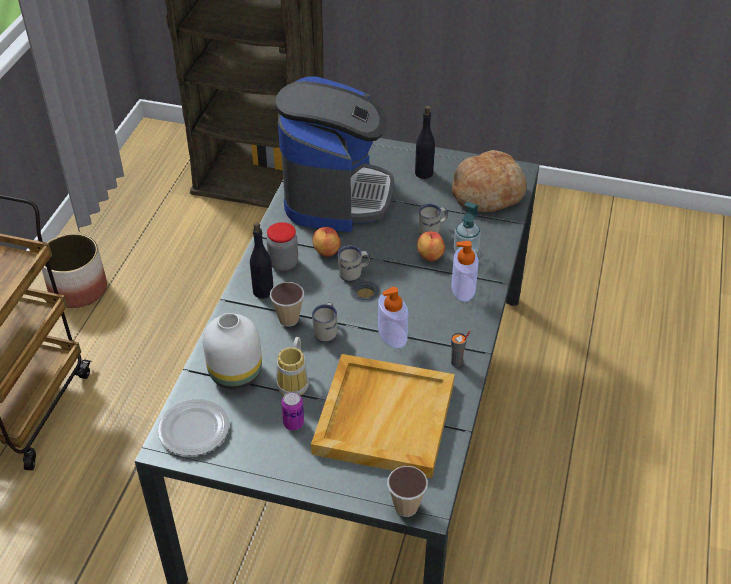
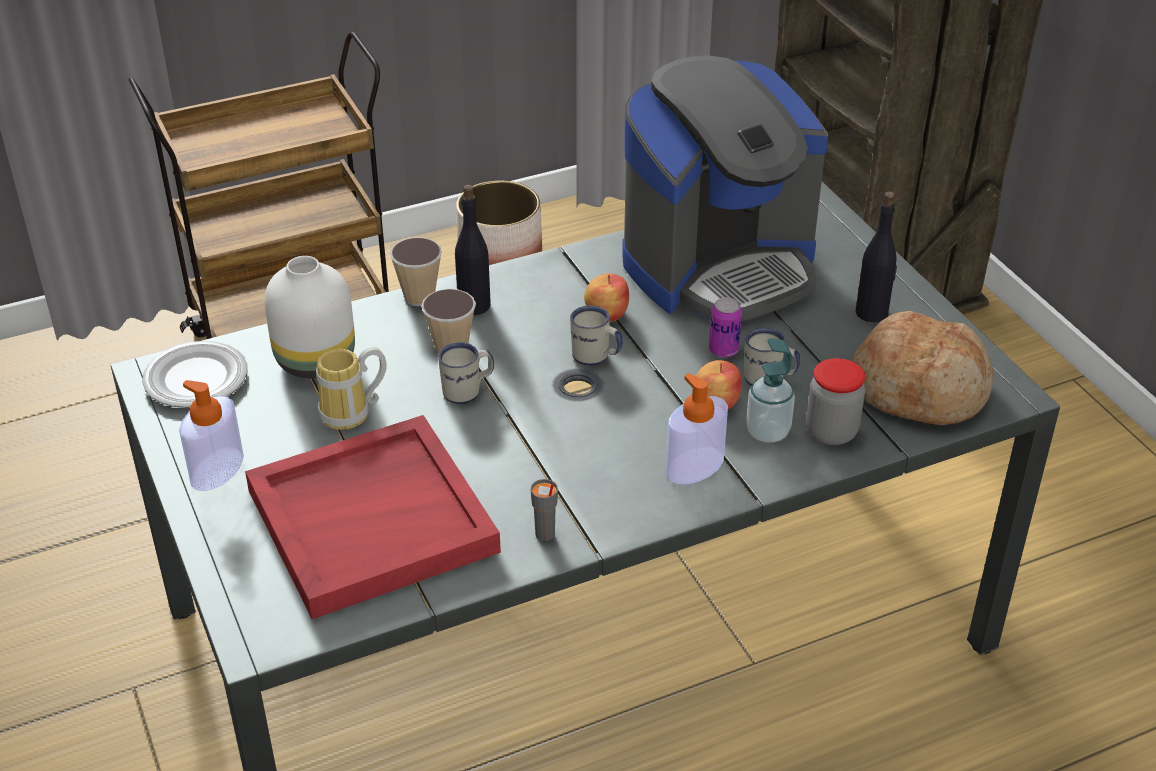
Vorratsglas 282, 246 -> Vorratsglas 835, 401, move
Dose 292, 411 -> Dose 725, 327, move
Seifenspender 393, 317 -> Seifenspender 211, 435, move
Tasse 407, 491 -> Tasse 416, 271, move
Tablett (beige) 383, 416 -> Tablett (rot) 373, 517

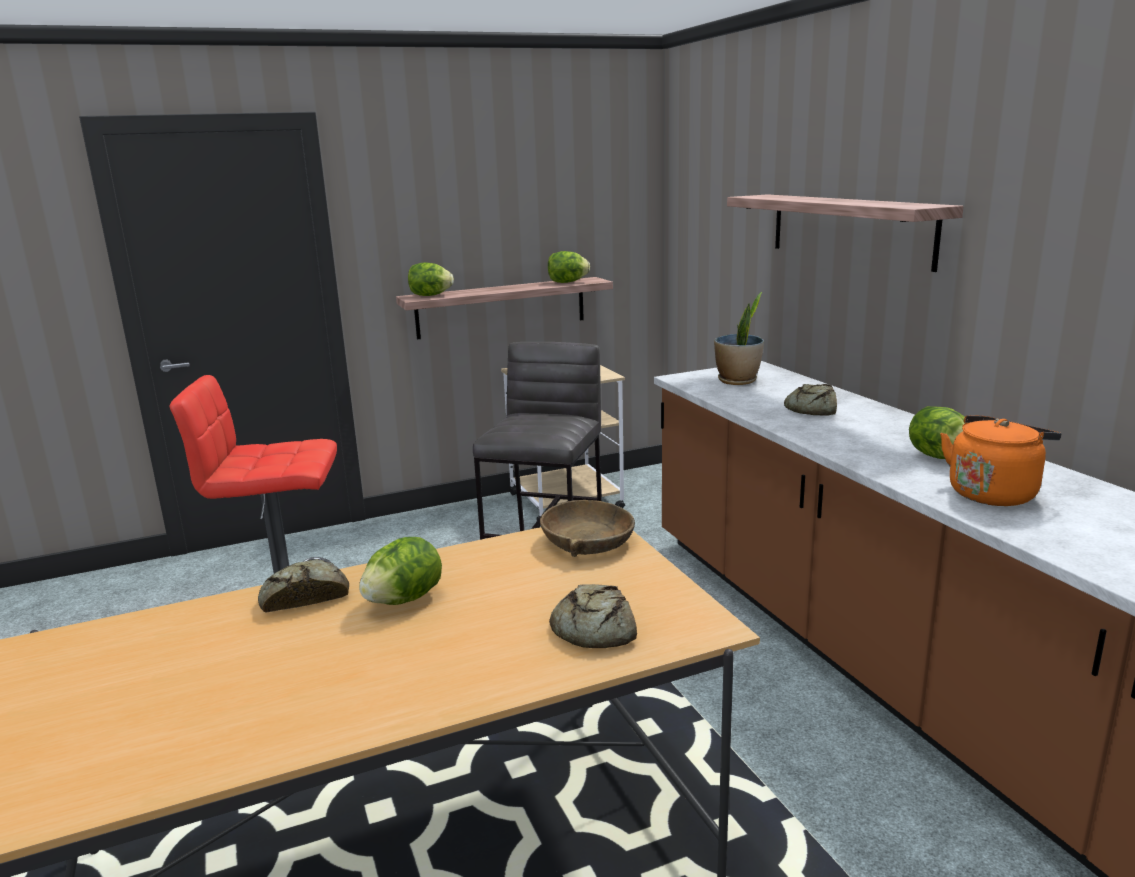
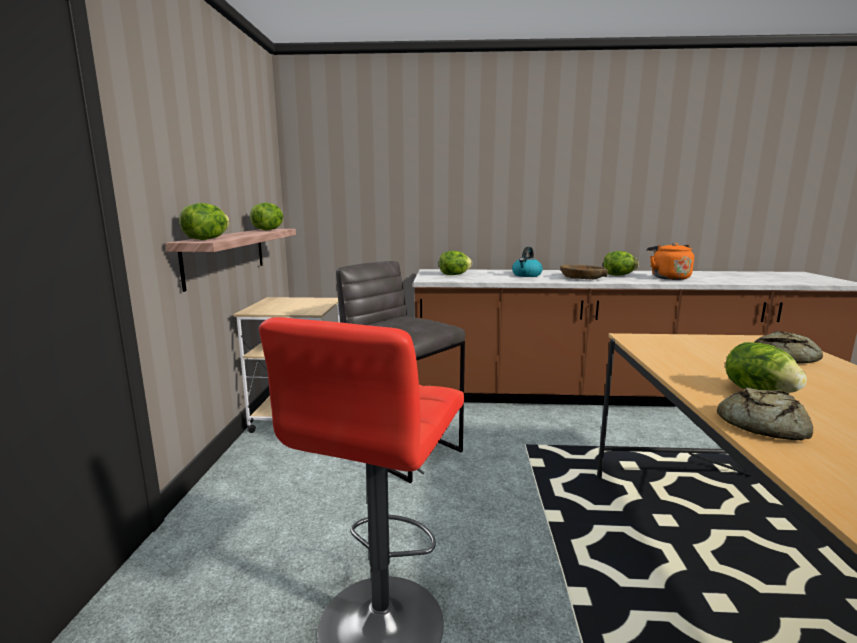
Wandregal 845, 233 -> none
Schüssel (braun) 587, 528 -> Schüssel (braun) 584, 272, move
Topfpflanze 739, 338 -> Salatkopf 455, 263
Brot 810, 400 -> Wasserkessel 527, 262

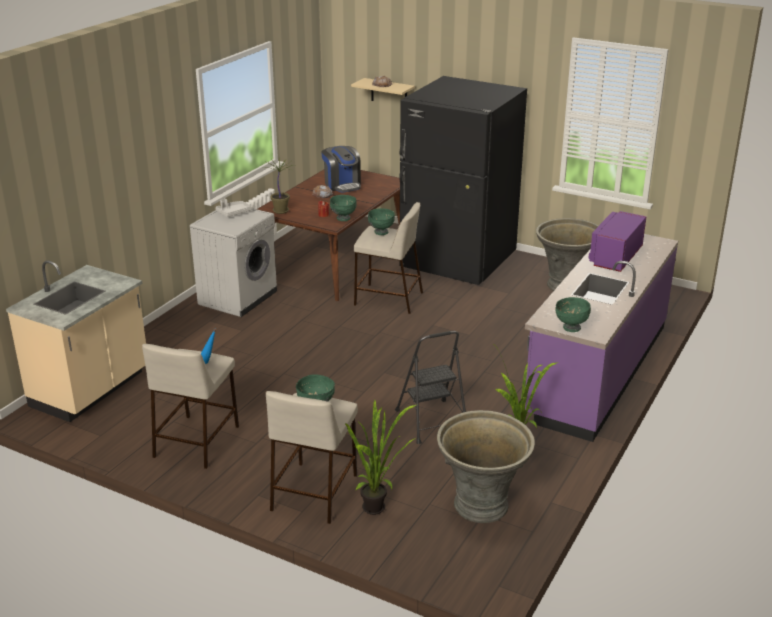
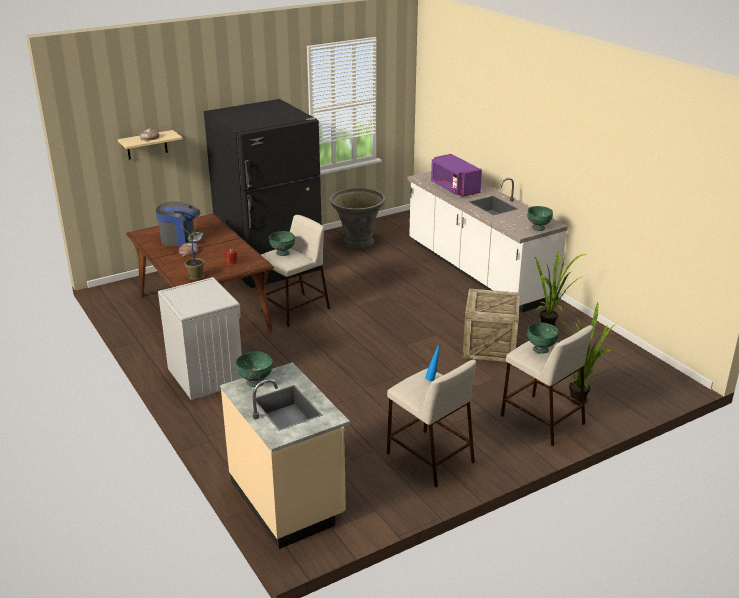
Tablett (grau) 233, 208 -> none
Pflanzkübel (grau) 486, 466 -> none
Schüssel (grün) 343, 208 -> Schüssel (grün) 254, 369, move
Trittleiter (schwarz) 430, 387 -> Kiste 491, 325
Küchenzeile (lila) 601, 338 -> Küchenzeile (weiß) 488, 242

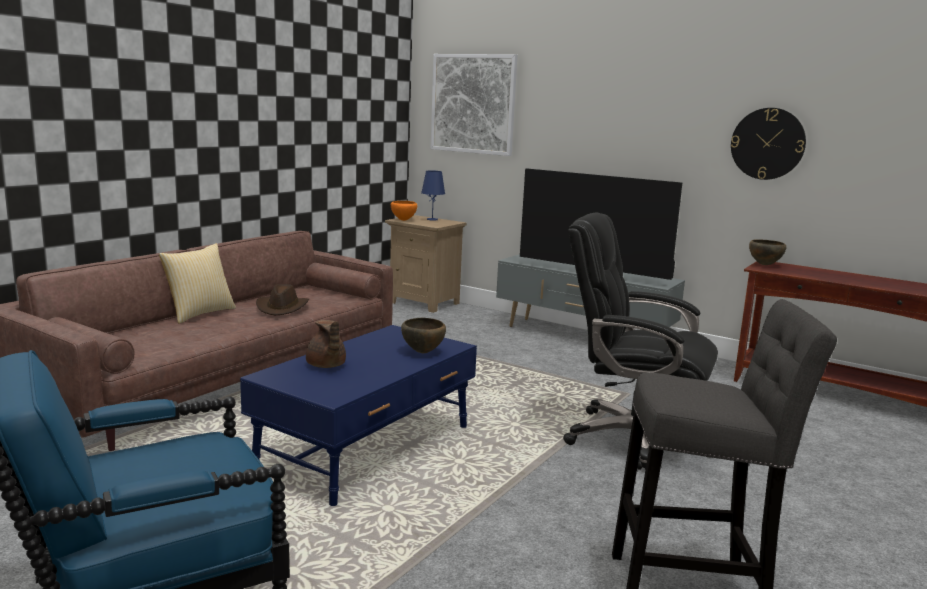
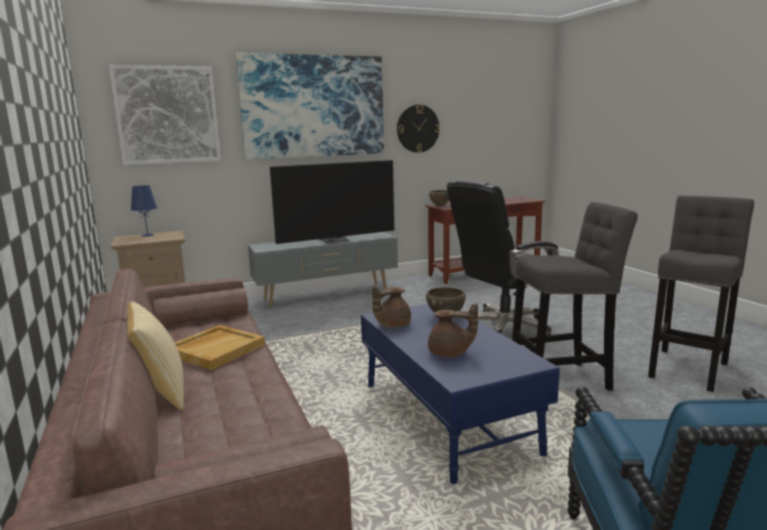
Schüssel (orange) 404, 211 -> none
none -> Bild 310, 106
none -> Teekanne (braun) 391, 307
none -> Hocker (grau) 575, 296
Hut (braun) 282, 299 -> Tablett (beige) 219, 347

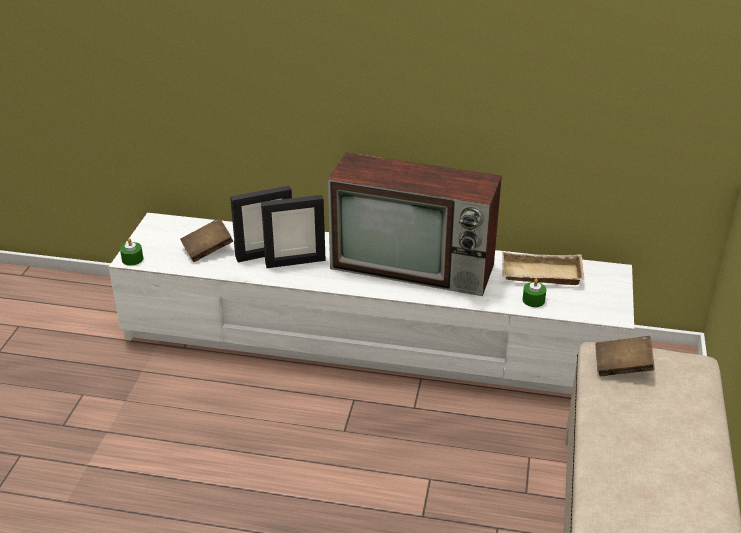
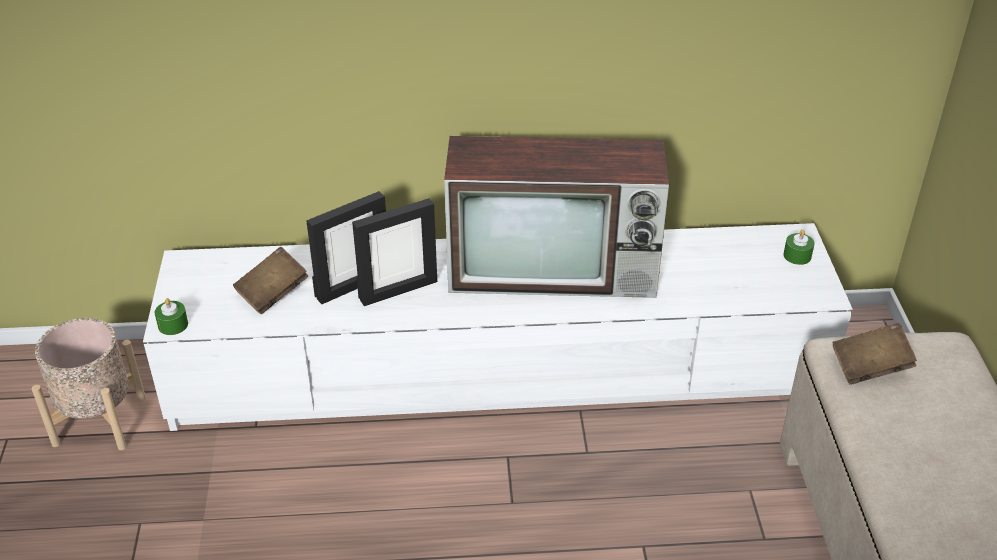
Tablett (beige) 543, 268 -> none
none -> Pflanzkübel (beige) 89, 384
Kerze (grün) 534, 293 -> Kerze (grün) 799, 247, move

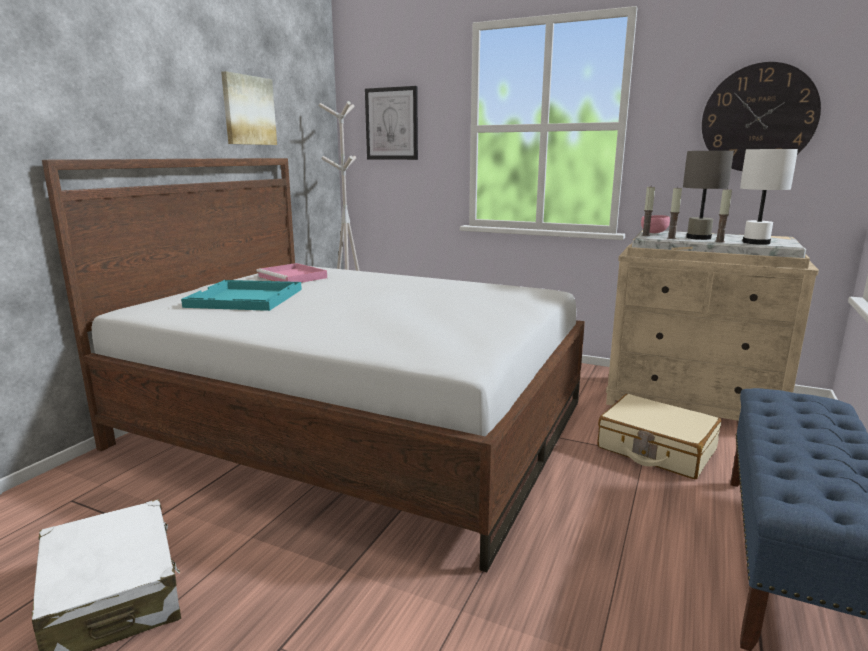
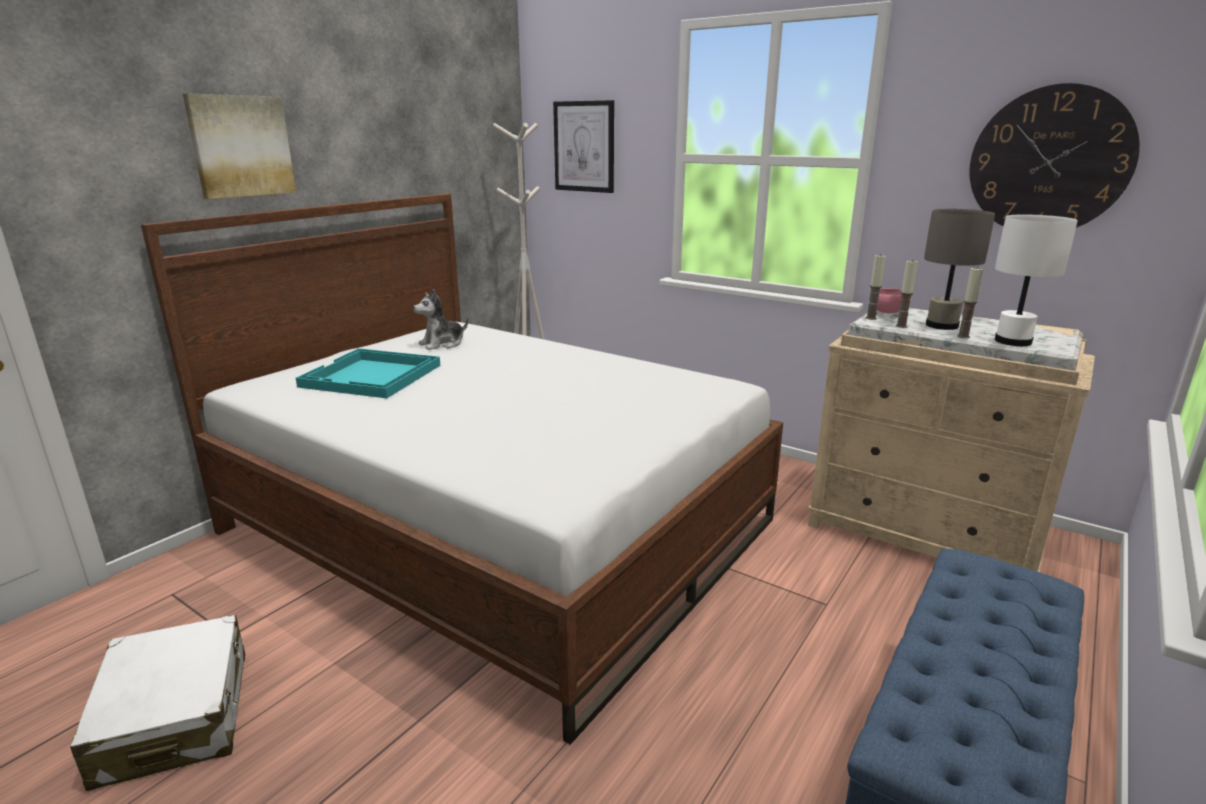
Koffer (beige) 659, 436 -> none
Bild 249, 108 -> Bild 239, 146, move
Tablett (rosa) 291, 273 -> Plüschtier 441, 319

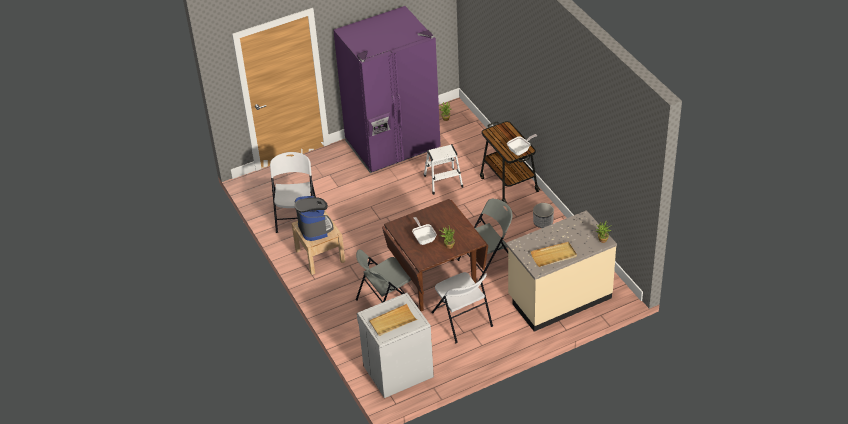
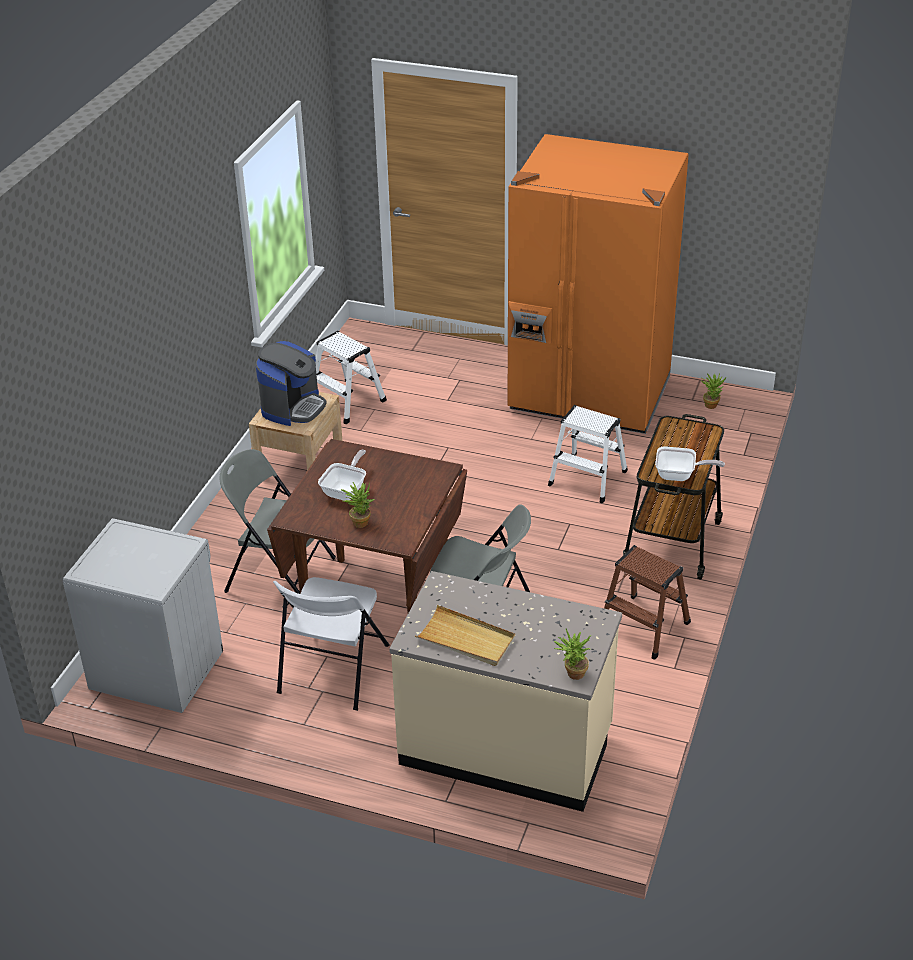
Tablett (beige) 393, 320 -> none
Stuhl (weiß) 293, 192 -> Trittleiter (weiß) 351, 377
Pflanzkübel 543, 215 -> Trittleiter (braun) 647, 602
Kühlschrank (lila) 387, 89 -> Kühlschrank (orange) 598, 284

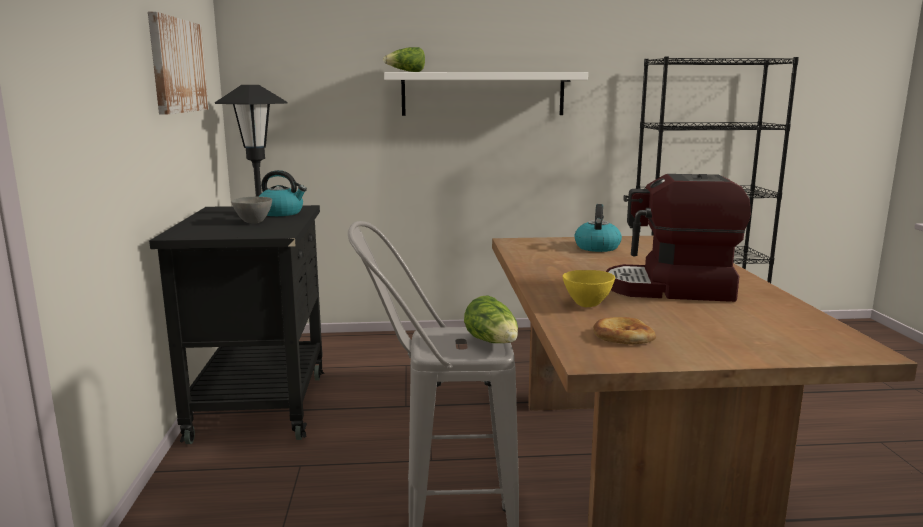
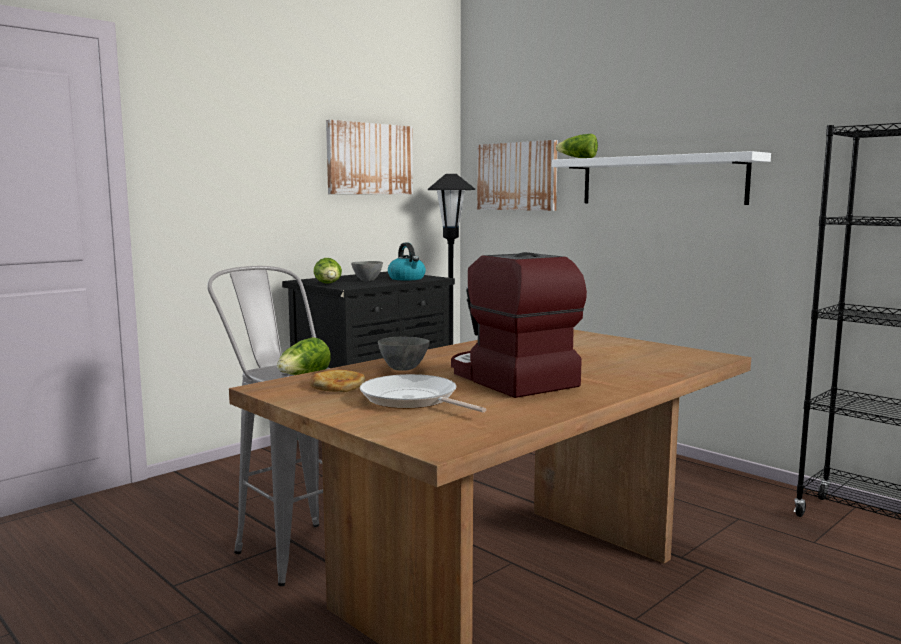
Wasserkessel 598, 228 -> none
none -> Salatkopf 328, 271
none -> Pfanne 423, 393
none -> Bild 517, 175
Schüssel (gelb) 589, 288 -> Schüssel (grau) 403, 354

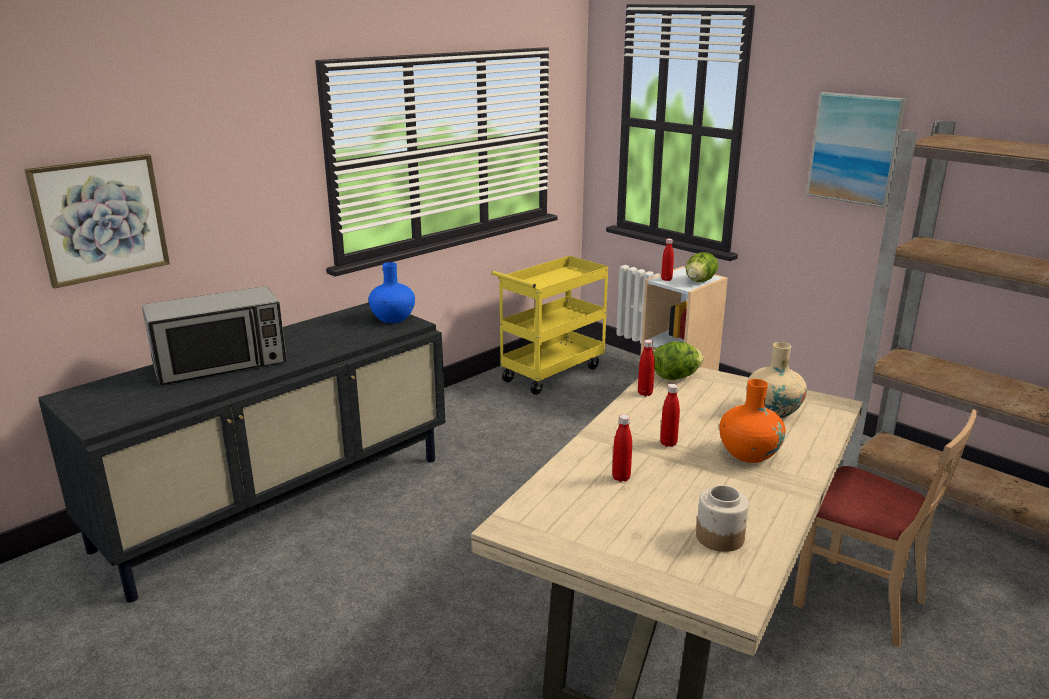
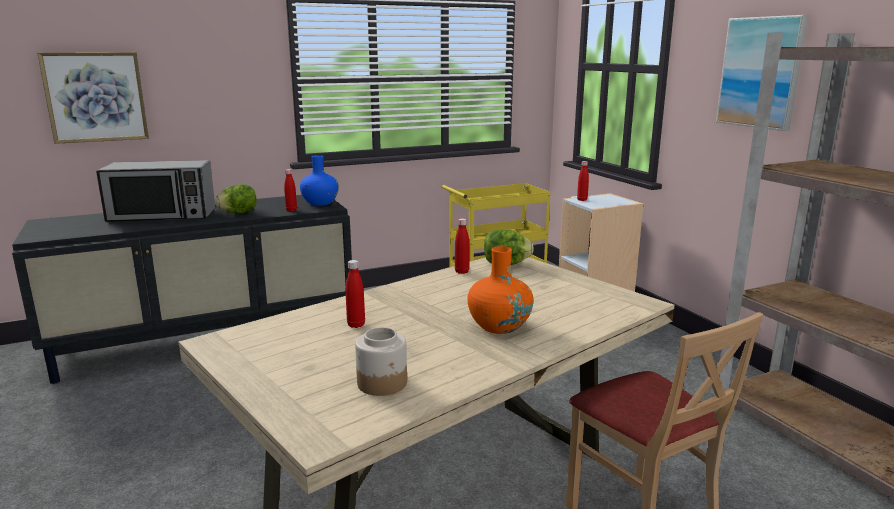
Vase (beige) 777, 380 -> none
Flasche (rot) 670, 415 -> Flasche (rot) 290, 190, move
Salatkopf 702, 267 -> Salatkopf 236, 198, move

